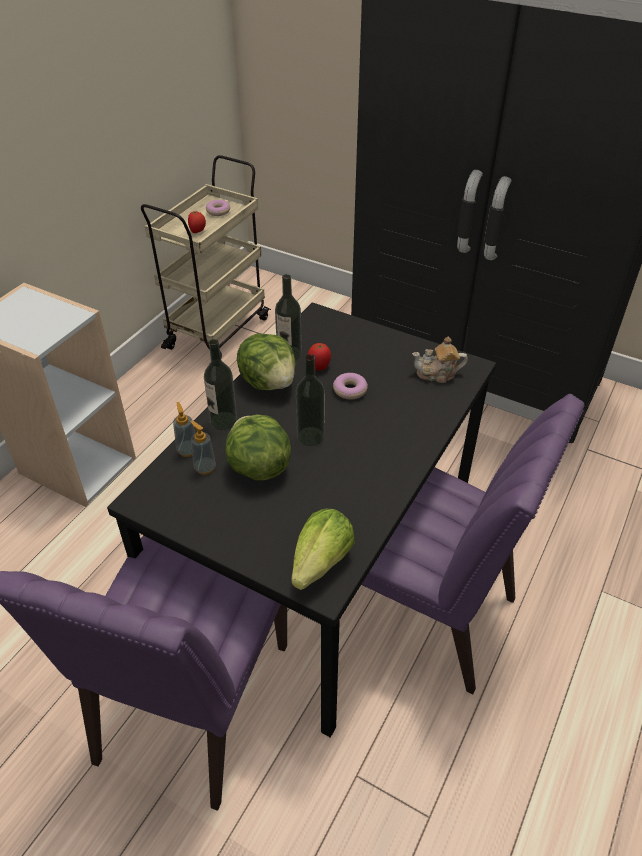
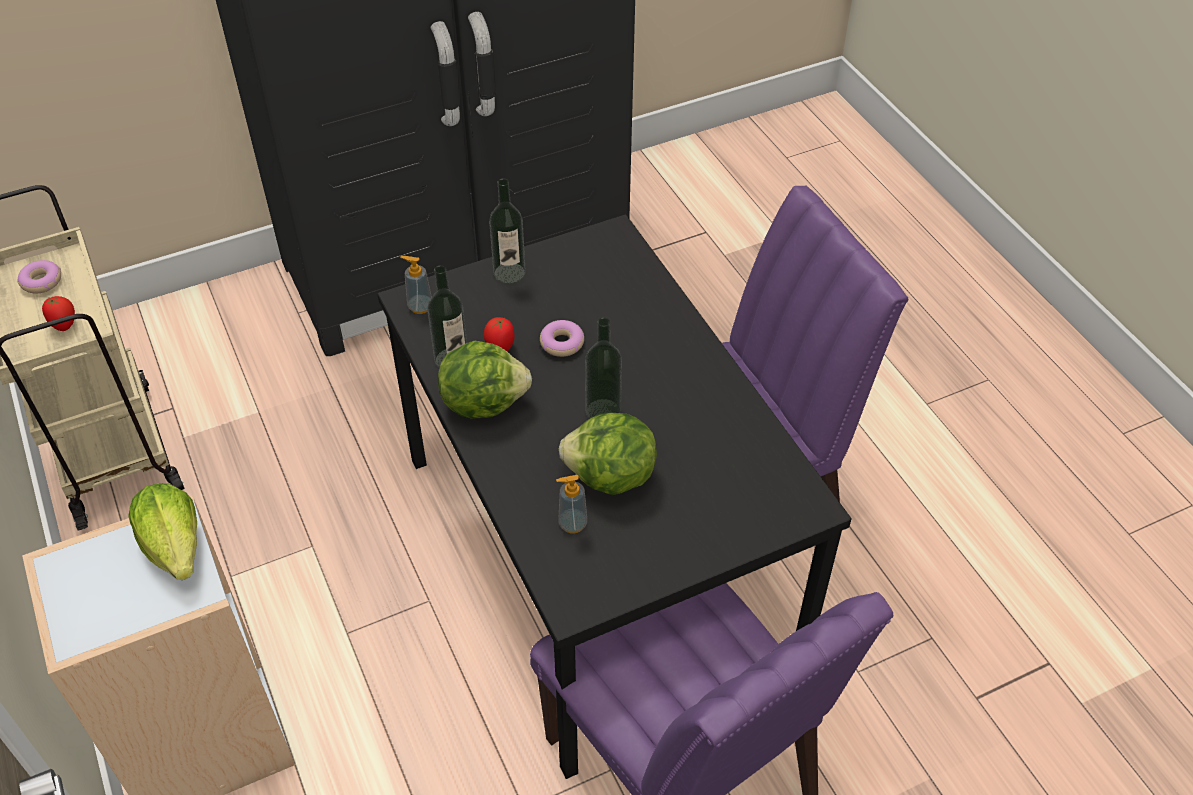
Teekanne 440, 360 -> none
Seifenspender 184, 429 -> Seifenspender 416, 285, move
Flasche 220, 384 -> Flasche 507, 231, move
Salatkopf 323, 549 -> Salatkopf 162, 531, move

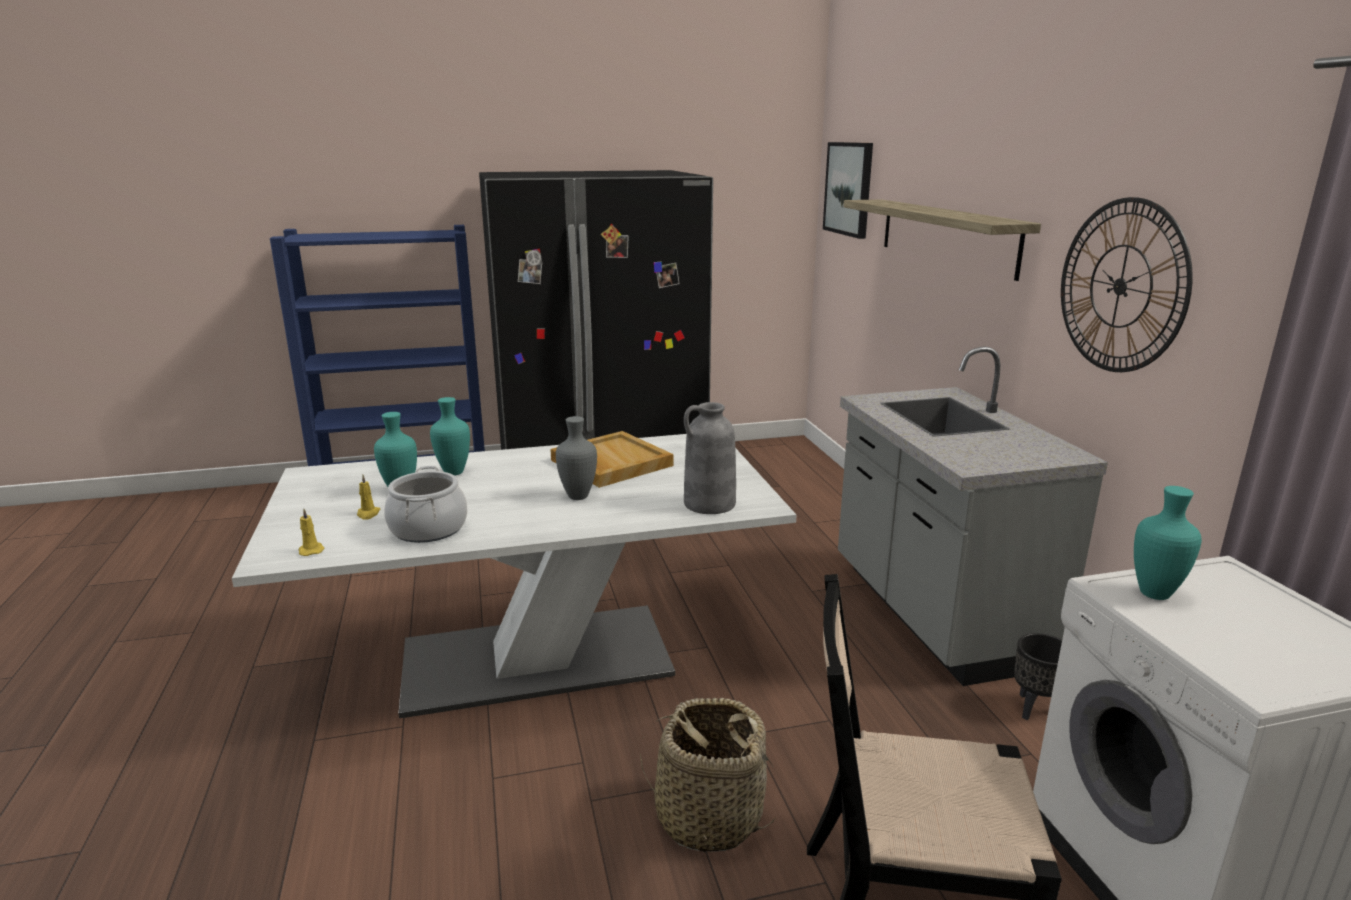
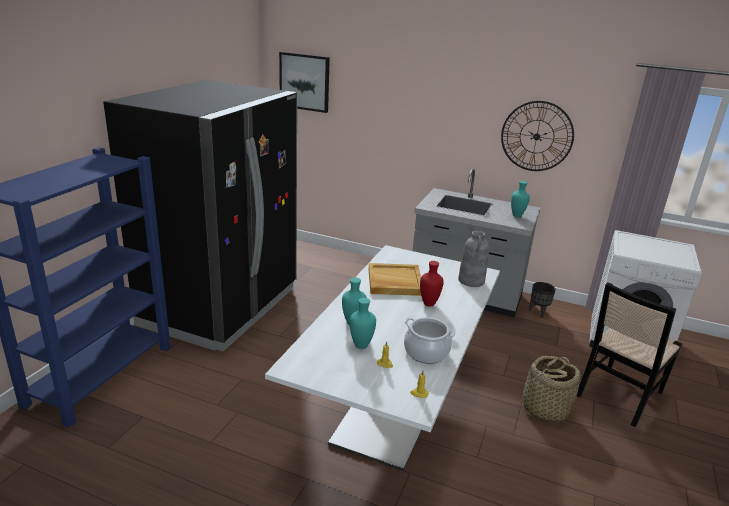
Wandregal 942, 240 -> none
Vase (türkis) 1168, 543 -> Vase (türkis) 520, 199, move
Vase (grau) 576, 458 -> Vase (rot) 432, 284

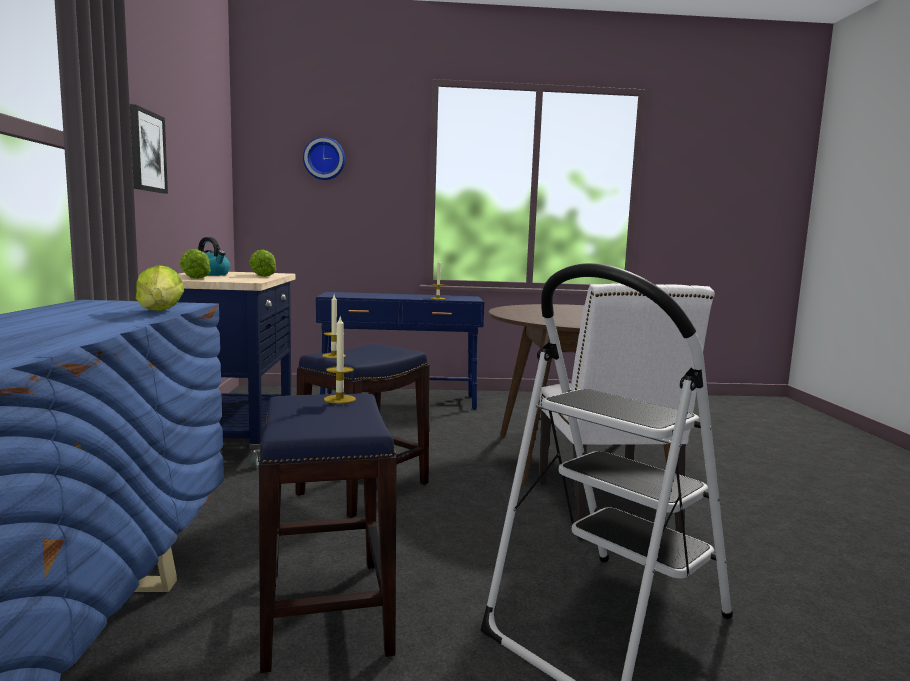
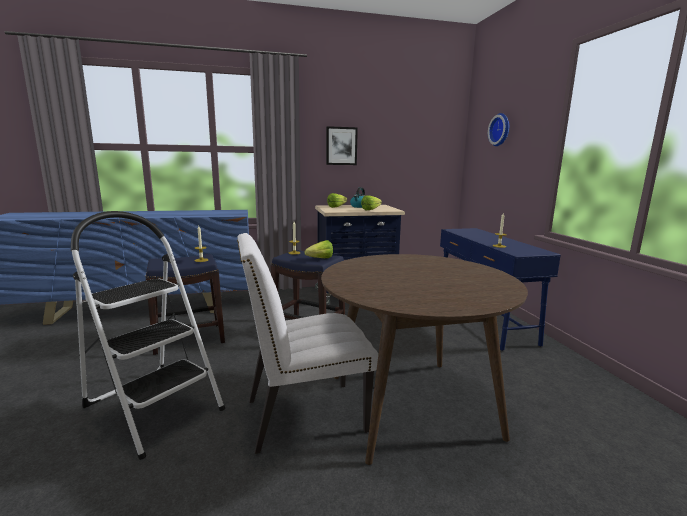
Salatkopf 160, 288 -> Salatkopf 319, 249, move

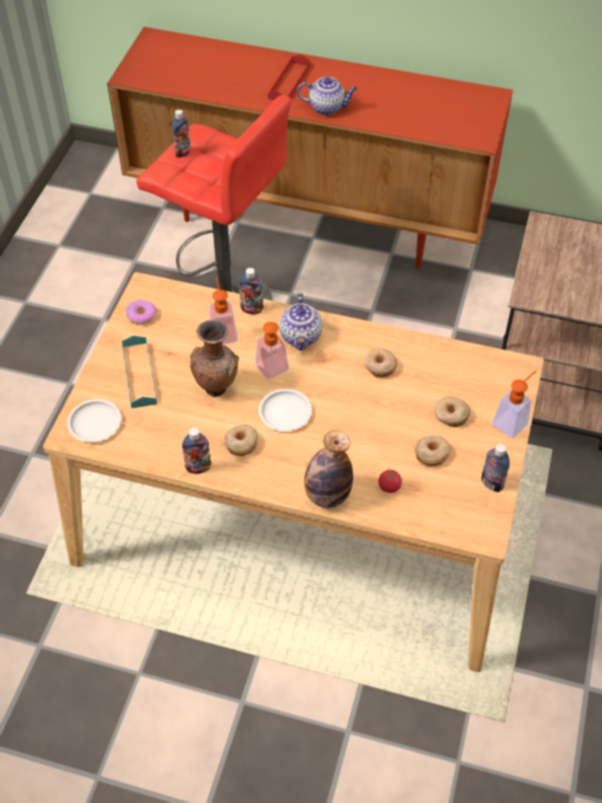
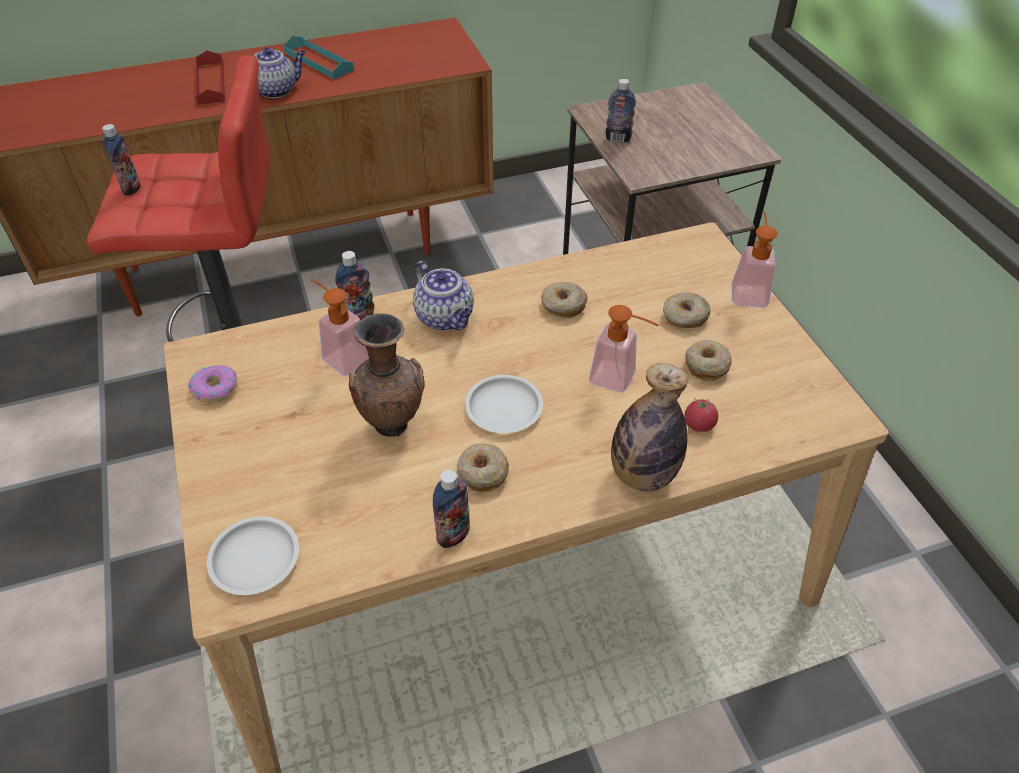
Tablett (türkis) 139, 371 -> Tablett (türkis) 318, 57, move
Seifenspender 272, 350 -> Seifenspender 624, 349, move
Flasche 495, 468 -> Flasche 620, 111, move

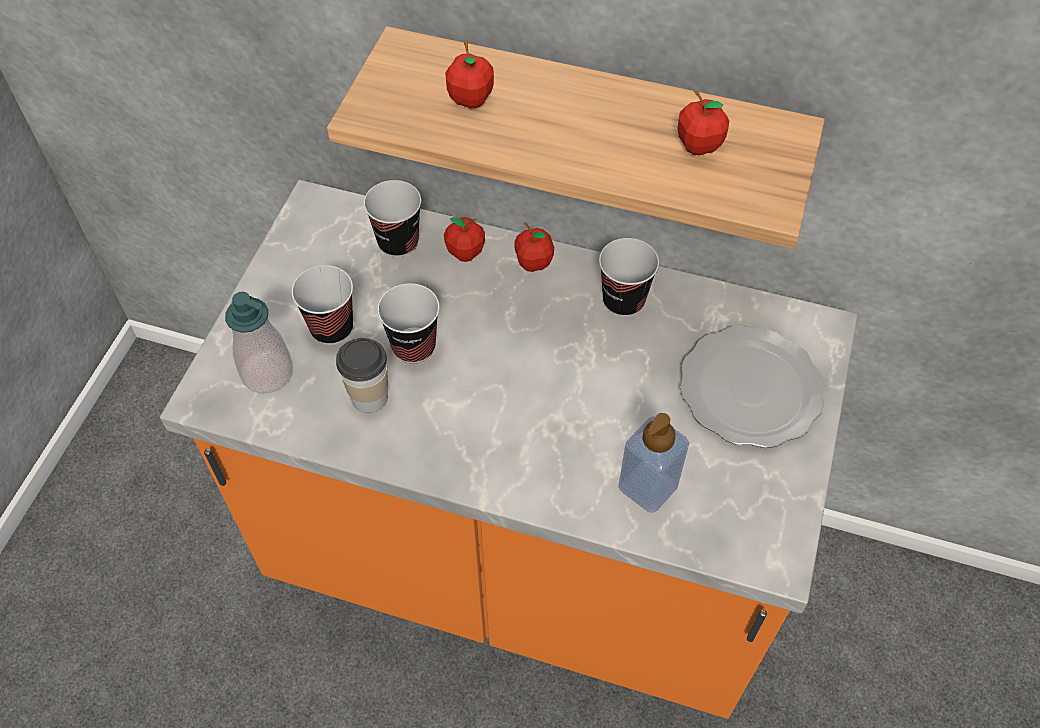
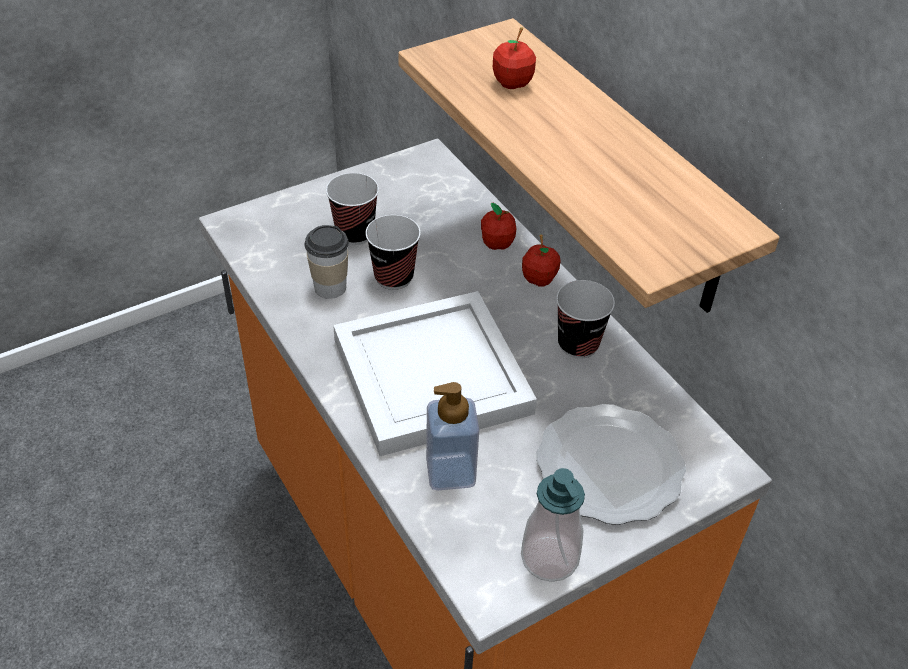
Tasse 392, 218 -> none
Apfel 703, 123 -> none
none -> Tablett (weiß) 435, 373
Seifenspender 259, 342 -> Seifenspender 553, 525, move

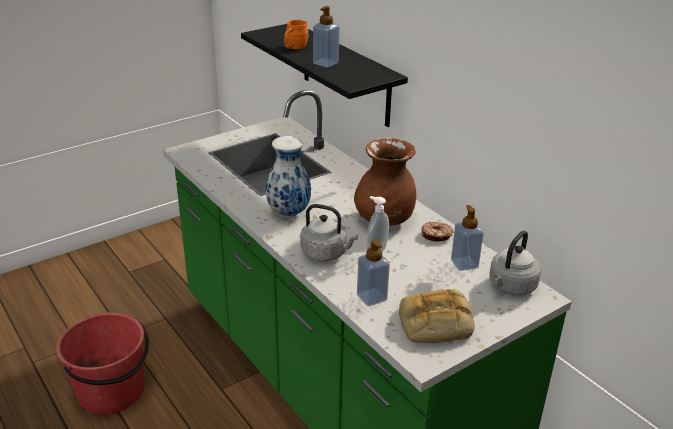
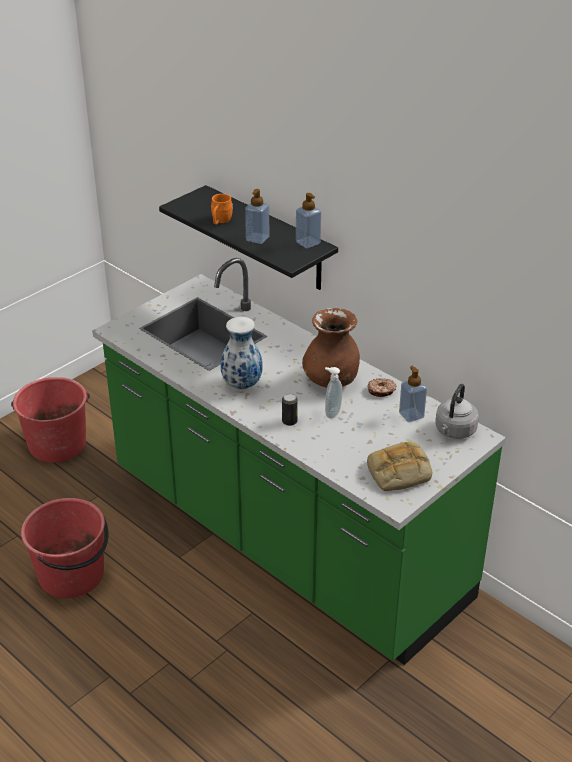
none -> Eimer (rot) 50, 420
Seifenspender 373, 272 -> Seifenspender 308, 220, move
Wasserkessel (grau) 329, 233 -> Dose 290, 410

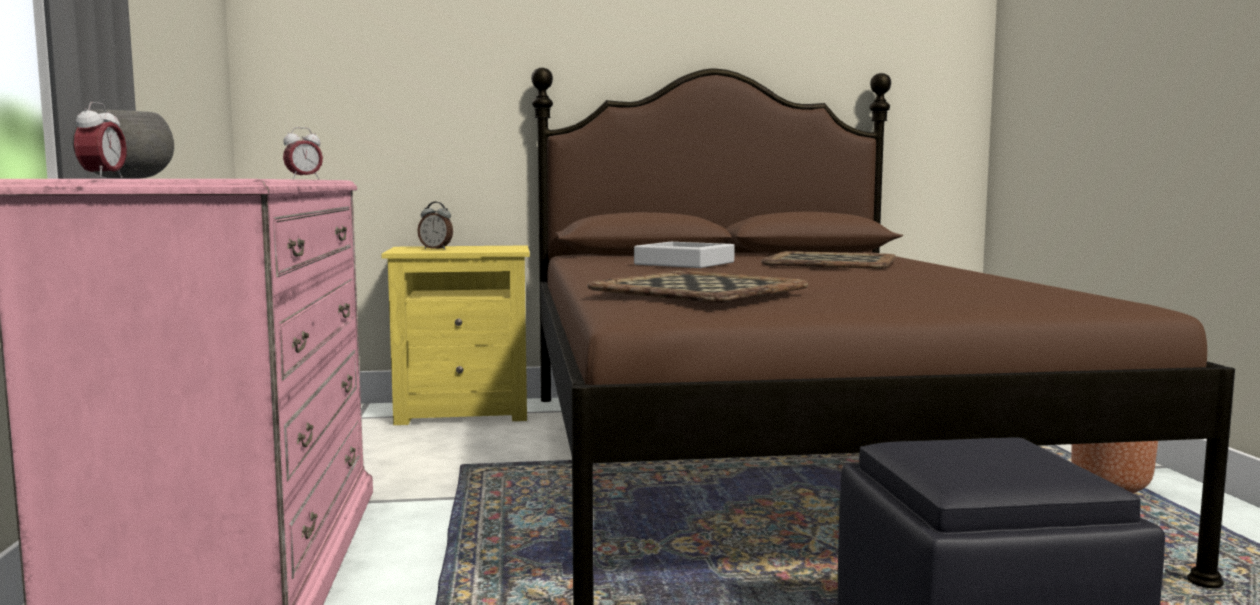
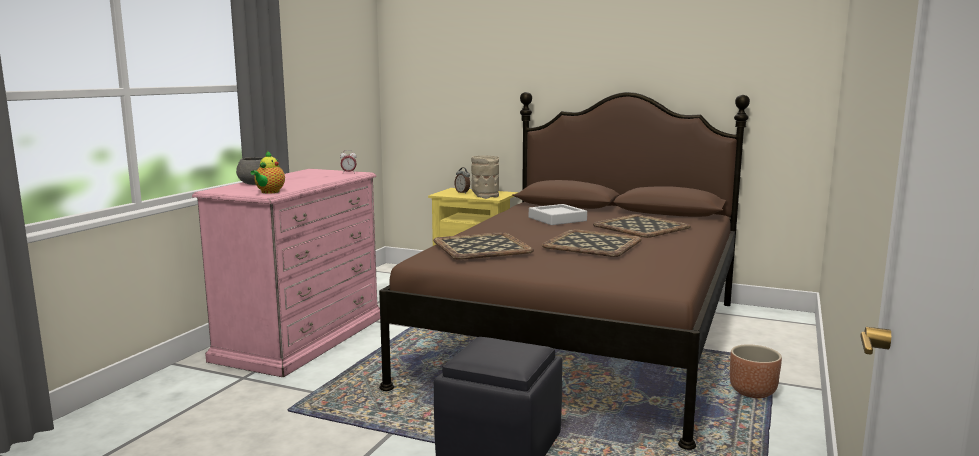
Wecker 100, 140 -> none
none -> Teekanne 267, 172
none -> Vase (beige) 485, 177
none -> Tablett 592, 243

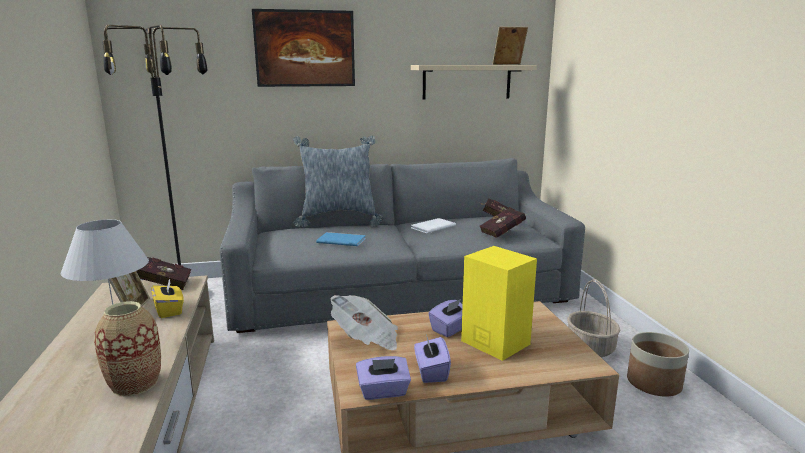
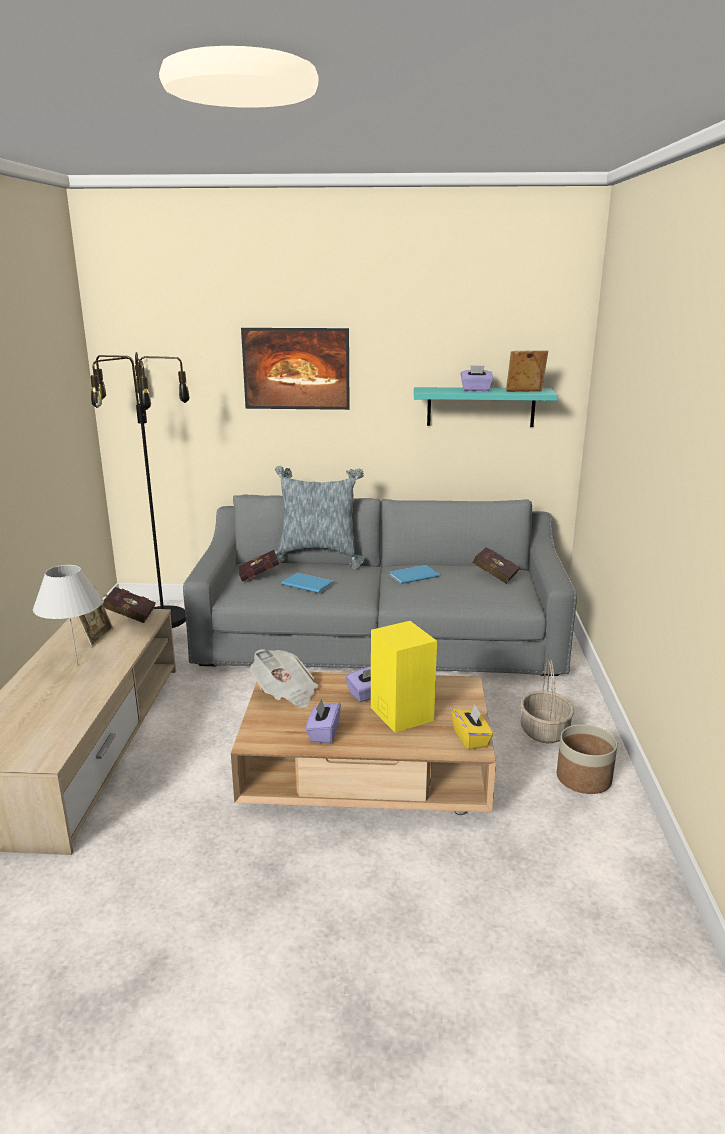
Vase 127, 349 -> none
Taschentuchbox (gelb) 167, 298 -> Taschentuchbox (gelb) 472, 727, move
Taschentuchbox (lila) 383, 378 -> Taschentuchbox (lila) 477, 378, move
Buch (rot) 503, 223 -> Buch (rot) 262, 566, move
Wandregal (beige) 474, 82 -> Wandregal (türkis) 486, 407
Buch (weiß) 433, 225 -> Buch (blau) 414, 574

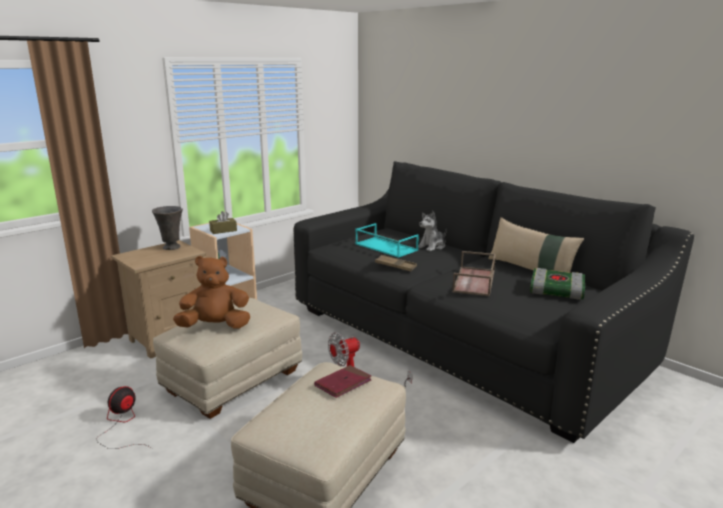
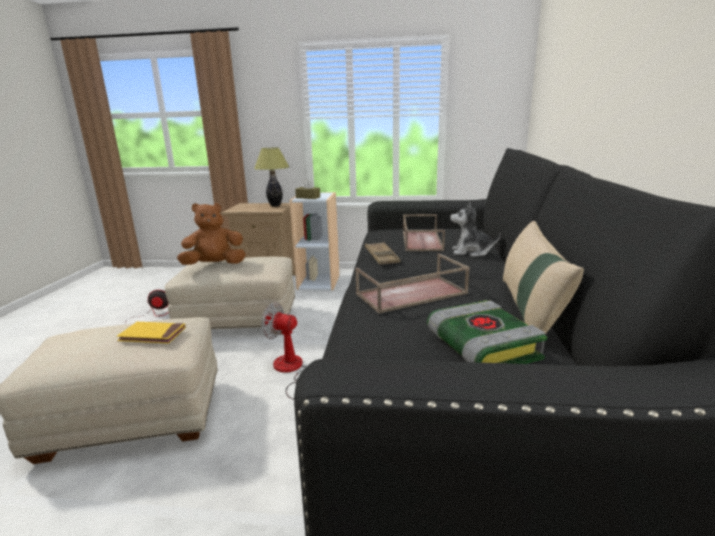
Vase (grau) 167, 228 -> Tischlampe 271, 177
Buch (rot) 343, 381 -> Buch (gelb) 151, 333
Tablett (türkis) 387, 240 -> Tablett (braun) 424, 232
Plüschtier (braun) 211, 292 -> Plüschtier (braun) 211, 234, 60 degrees counterclockwise

